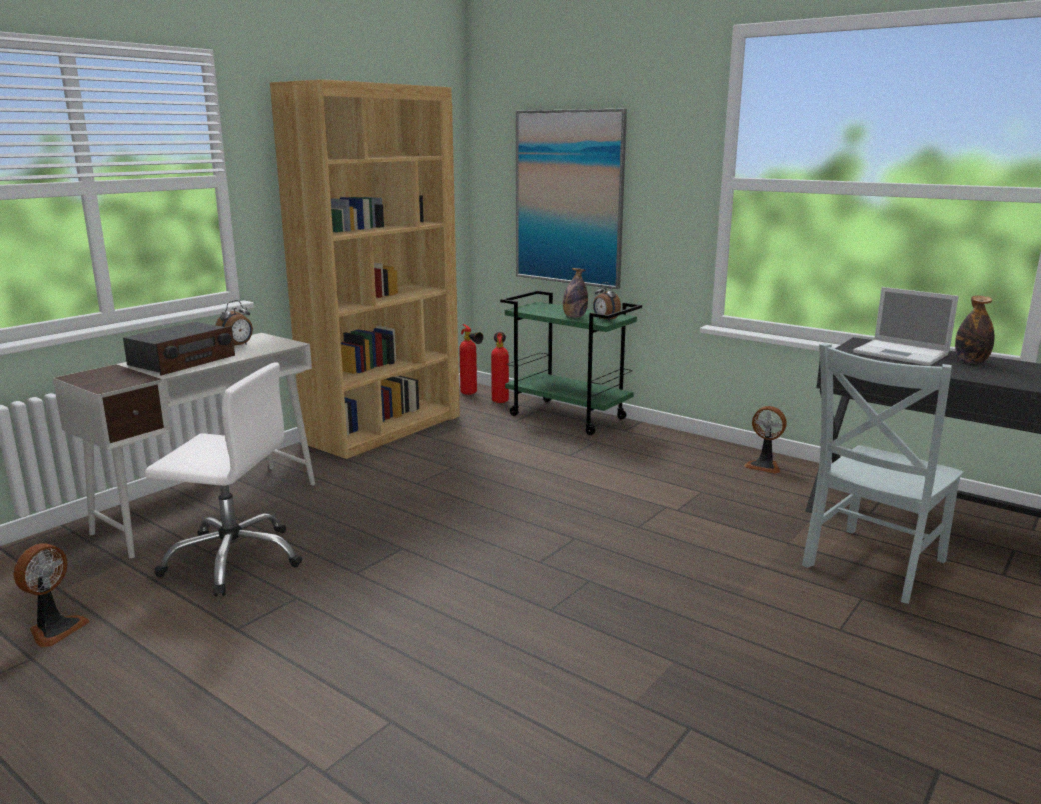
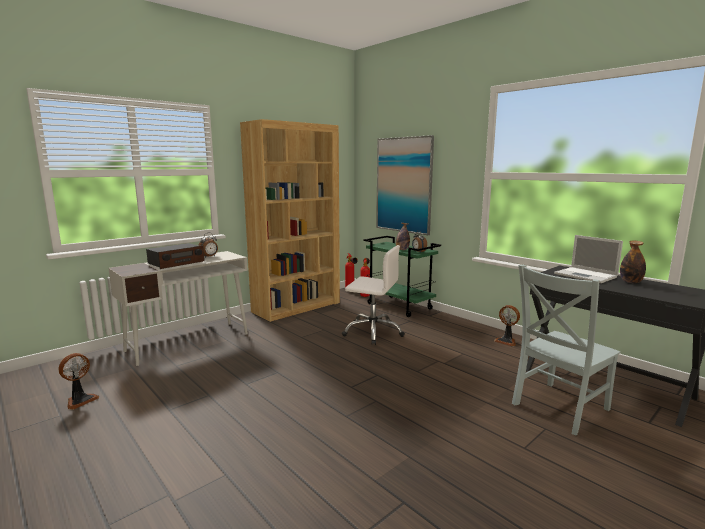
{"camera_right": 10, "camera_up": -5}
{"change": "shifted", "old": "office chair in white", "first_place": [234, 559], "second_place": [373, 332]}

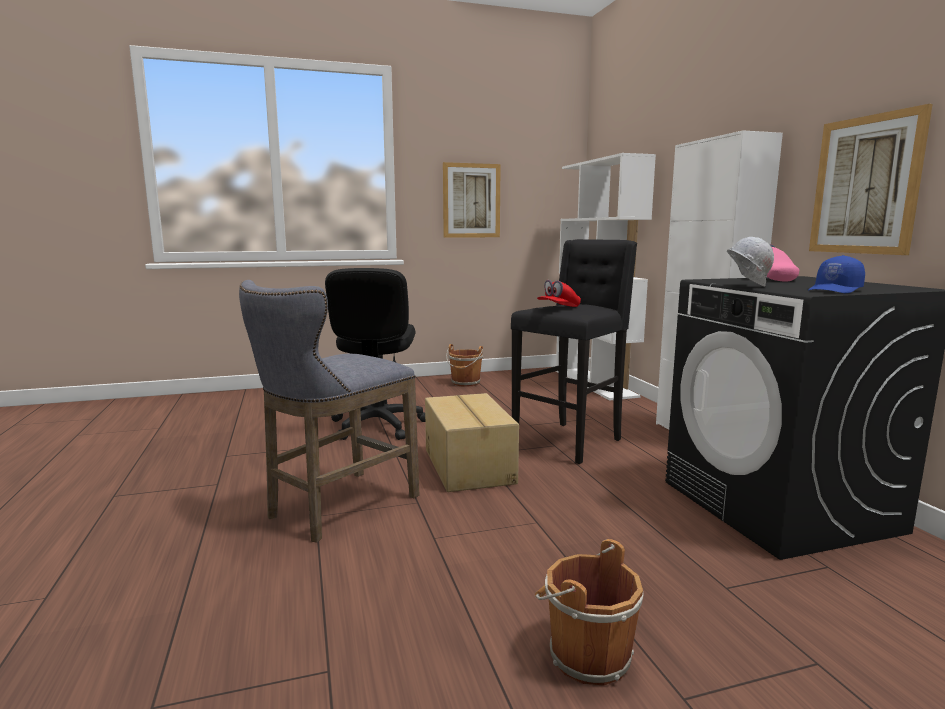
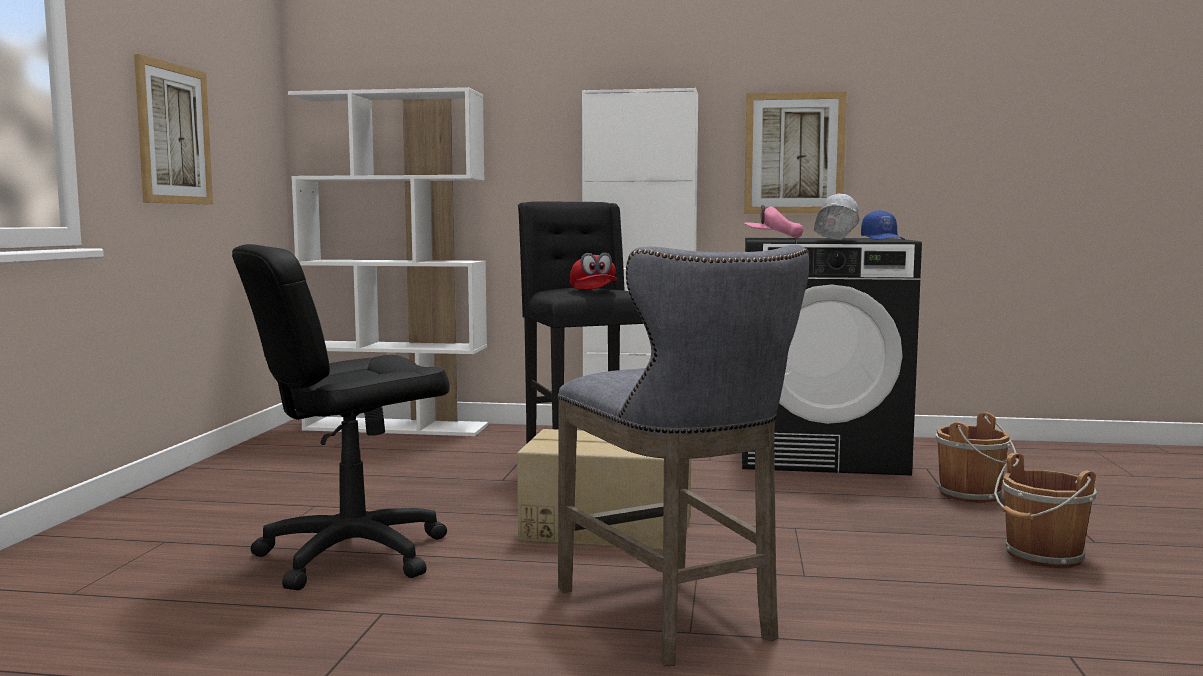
{"camera_right": -65, "camera_up": -5}
{"change": "rotated", "old": "office chair in black", "first_place": [377, 425], "second_place": [352, 555], "degrees": 120}
{"change": "shifted", "old": "water bucket in brownish", "first_place": [465, 383], "second_place": [972, 495]}

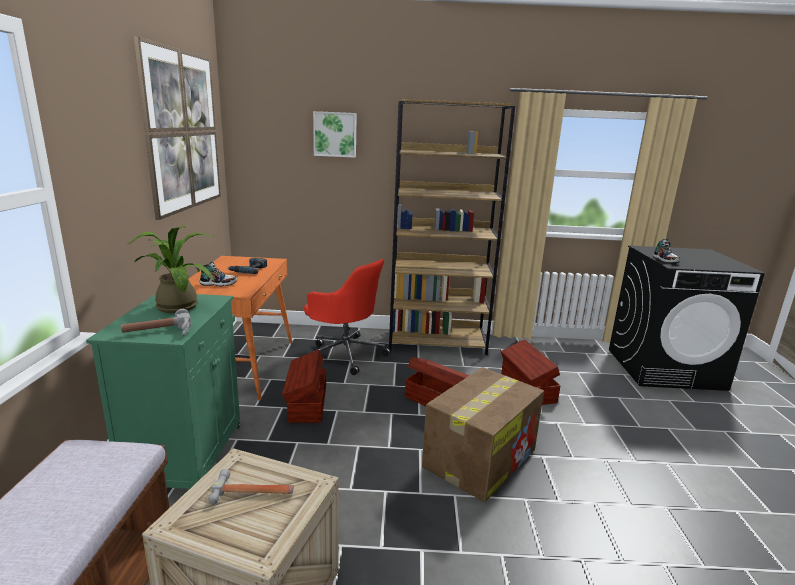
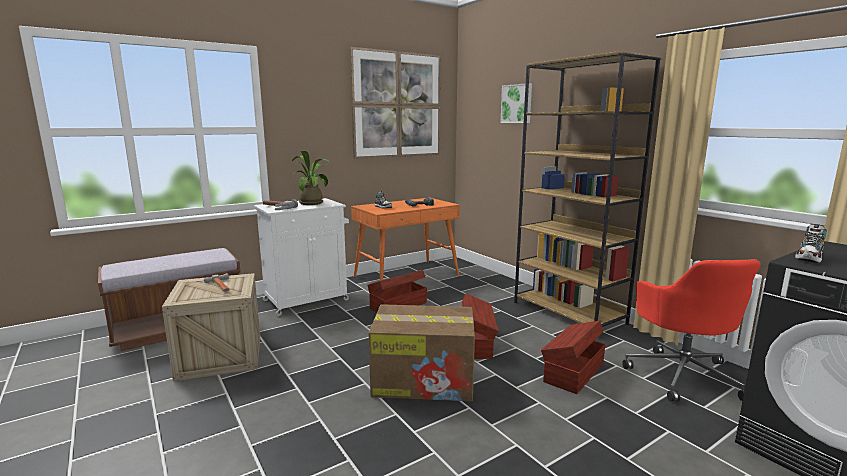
{"camera_right": 55, "camera_up": -5}
{"change": "repainted", "old": "cupboard in green", "new": "cupboard in white", "first_place": [187, 456], "second_place": [307, 300]}
{"change": "shifted", "old": "office chair in red-coloured", "first_place": [345, 354], "second_place": [682, 374]}

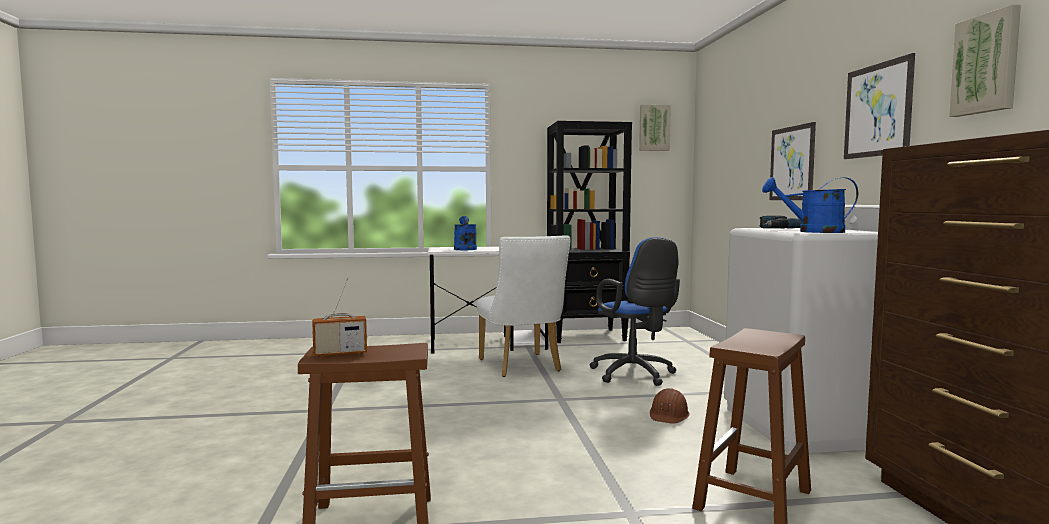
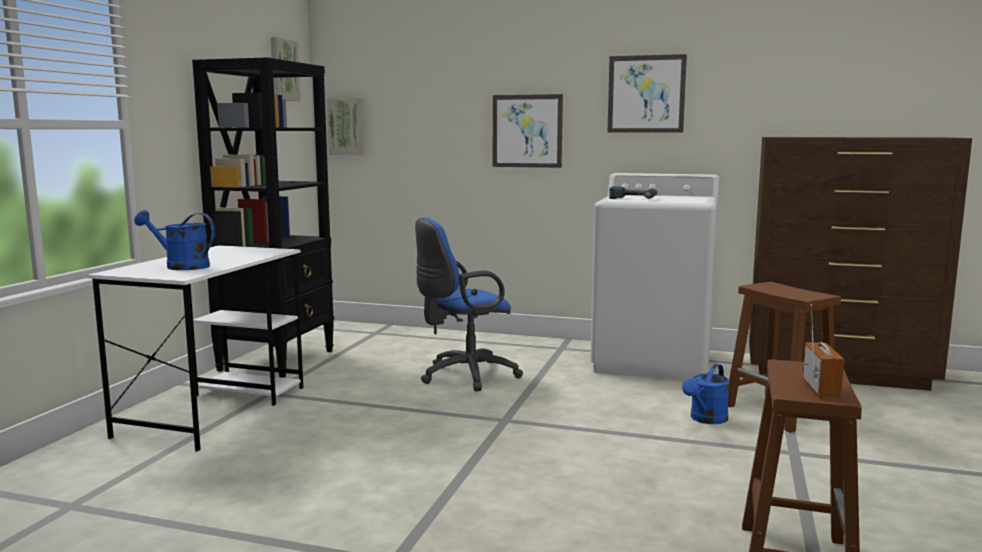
{"camera_right": -65, "camera_up": 5}
{"change": "gone", "old": "plain chair in white", "first_place": [522, 367]}
{"change": "rotated", "old": "office chair in blue", "first_place": [635, 375], "second_place": [464, 376], "degrees": 150}
{"change": "gone", "old": "hard hat in brownish", "first_place": [669, 414]}
{"change": "shifted", "old": "watering can in blue", "first_place": [812, 232], "second_place": [706, 419]}
{"change": "shifted", "old": "wall art", "first_place": [987, 64], "second_place": [346, 126]}

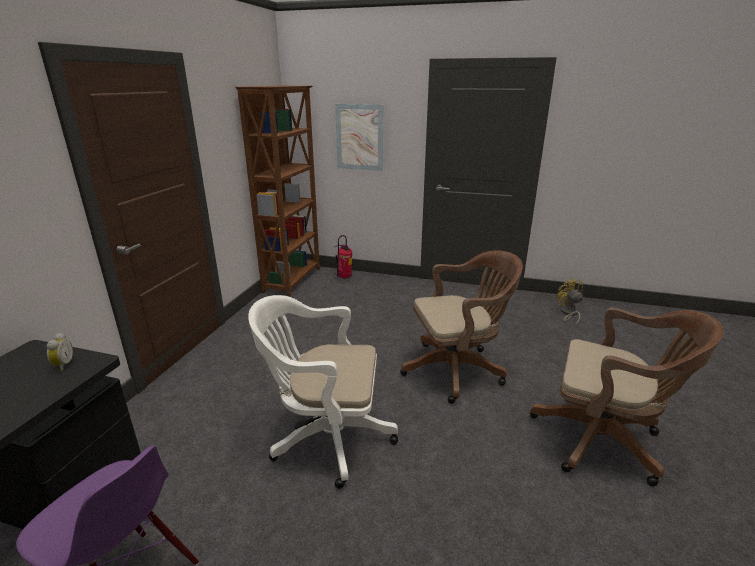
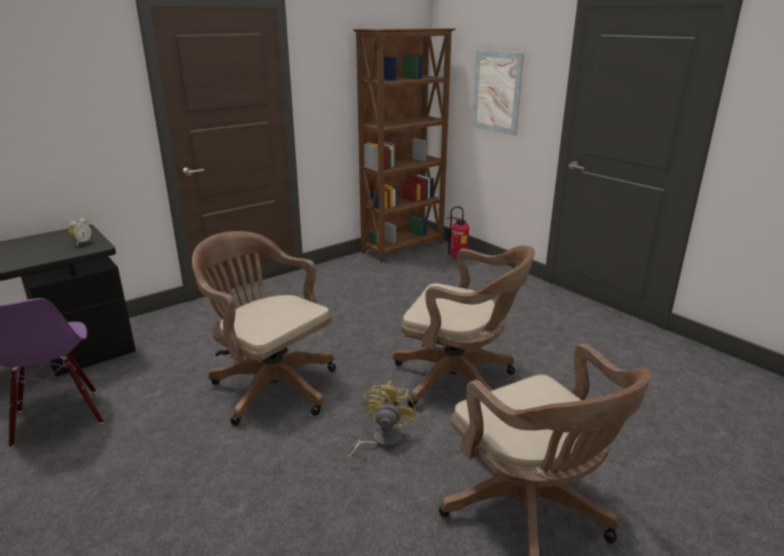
{"camera_right": 35, "camera_up": 0}
{"change": "repainted", "old": "office chair in white", "new": "office chair in brownish", "first_place": [326, 437], "second_place": [270, 385]}
{"change": "shifted", "old": "cooling fan in yellowish", "first_place": [568, 314], "second_place": [381, 441]}

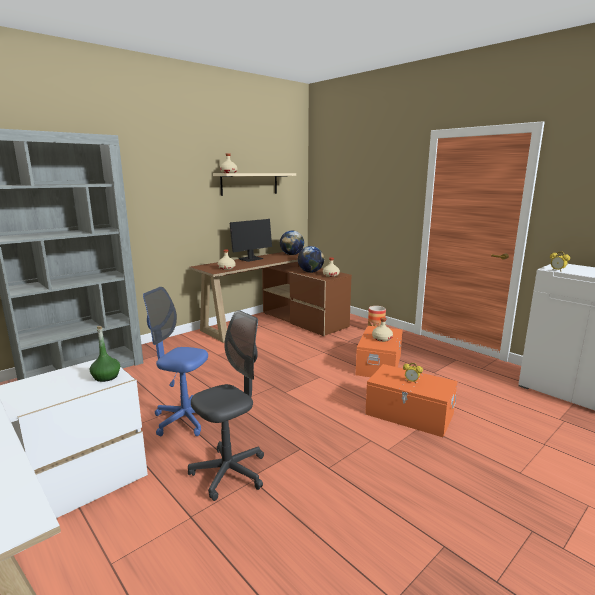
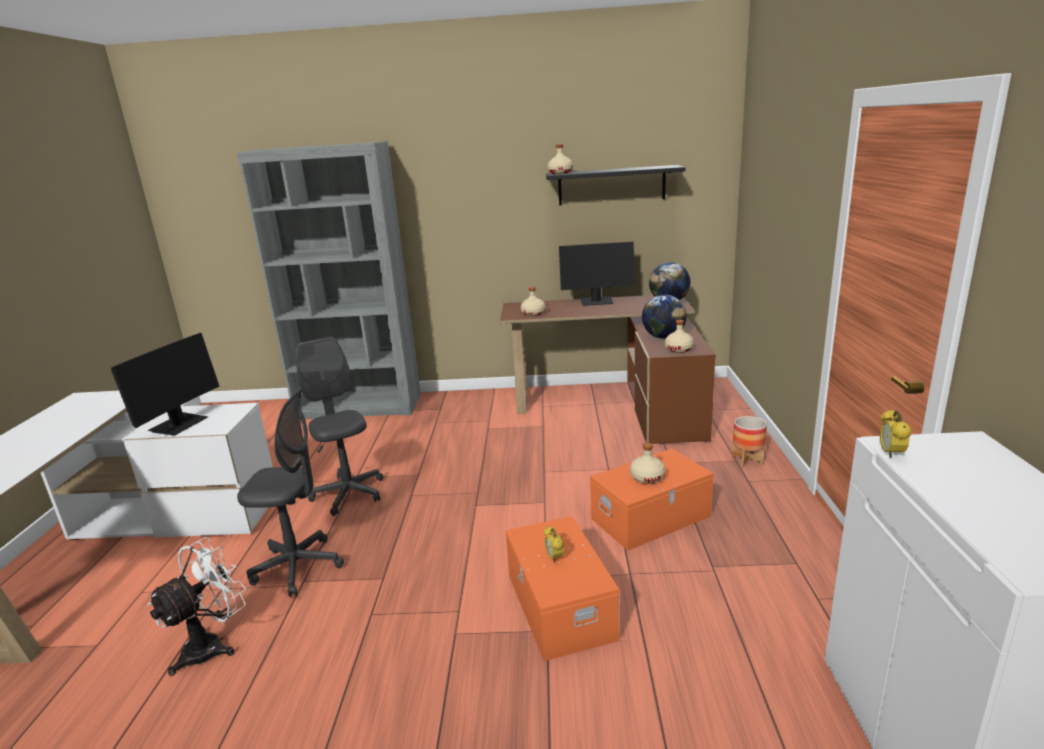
{"camera_right": 45, "camera_up": 5}
{"change": "gone", "old": "bottle in green", "first_place": [106, 377]}
{"change": "repainted", "old": "office chair in blue", "new": "office chair in greyish", "first_place": [184, 420], "second_place": [349, 494]}
{"change": "repainted", "old": "wall shelf in sand-coloured", "new": "wall shelf in black", "first_place": [249, 184], "second_place": [611, 185]}
{"change": "new", "new": "computer screen", "second_place": [179, 425]}
{"change": "new", "new": "cooling fan in white", "second_place": [212, 645]}

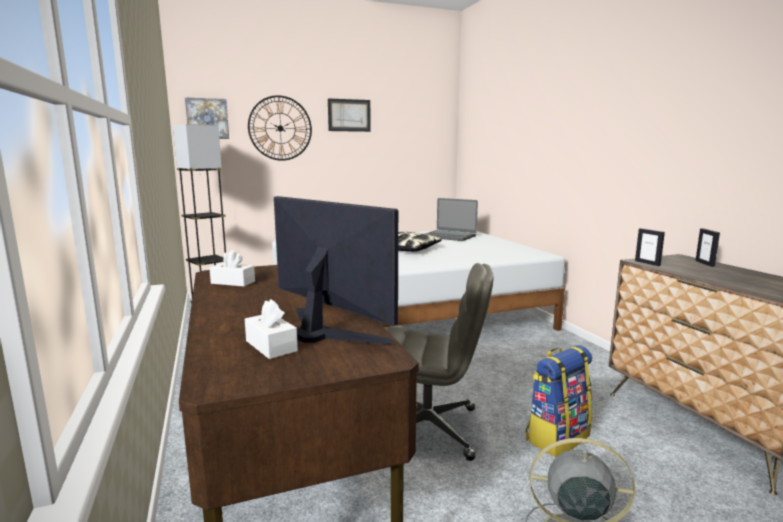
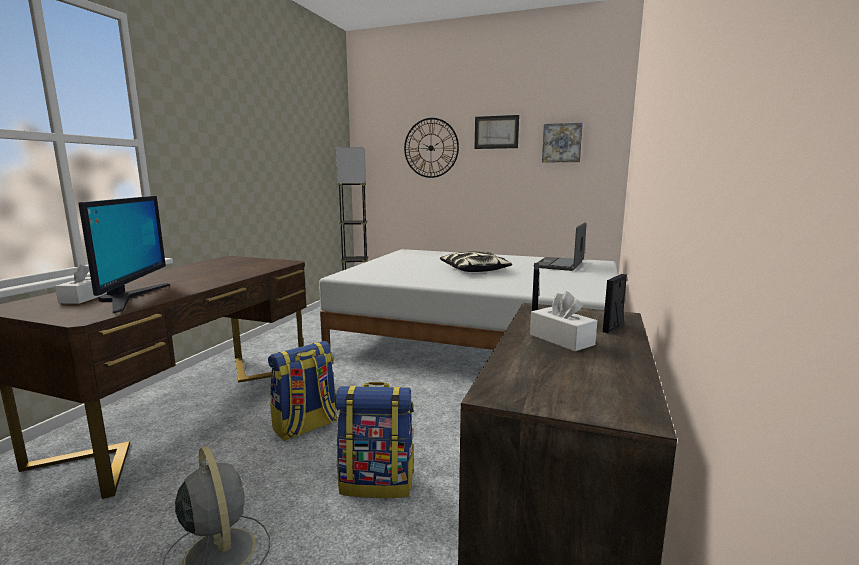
{"camera_right": 40, "camera_up": 0}
{"change": "shifted", "old": "wall art", "first_place": [207, 118], "second_place": [562, 143]}
{"change": "shifted", "old": "tissue box in white", "first_place": [233, 282], "second_place": [561, 339]}
{"change": "swapped", "old": "office chair in greyish", "new": "backpack", "first_place": [429, 428], "second_place": [305, 427]}
{"change": "rotated", "old": "portable computer", "first_place": [449, 236], "second_place": [560, 265], "degrees": 45}

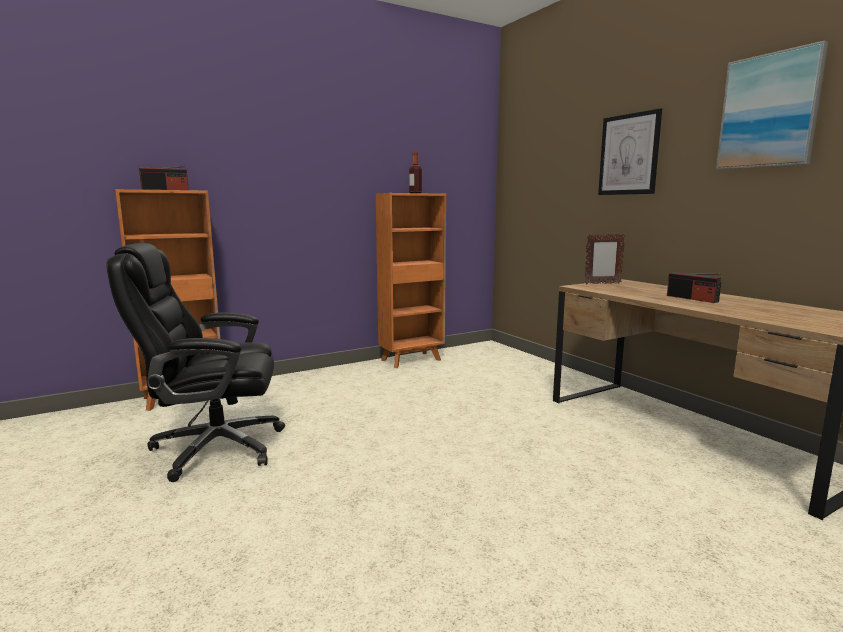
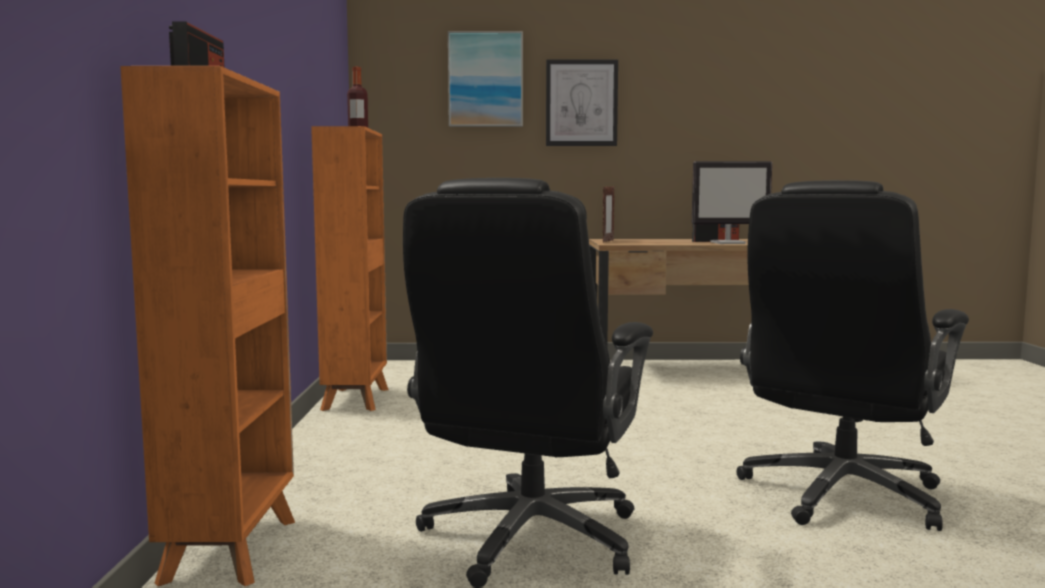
{"camera_right": -60, "camera_up": -5}
{"change": "shifted", "old": "wall art", "first_place": [769, 111], "second_place": [485, 79]}
{"change": "new", "new": "computer screen", "second_place": [728, 243]}
{"change": "new", "new": "office chair in black", "second_place": [841, 496]}

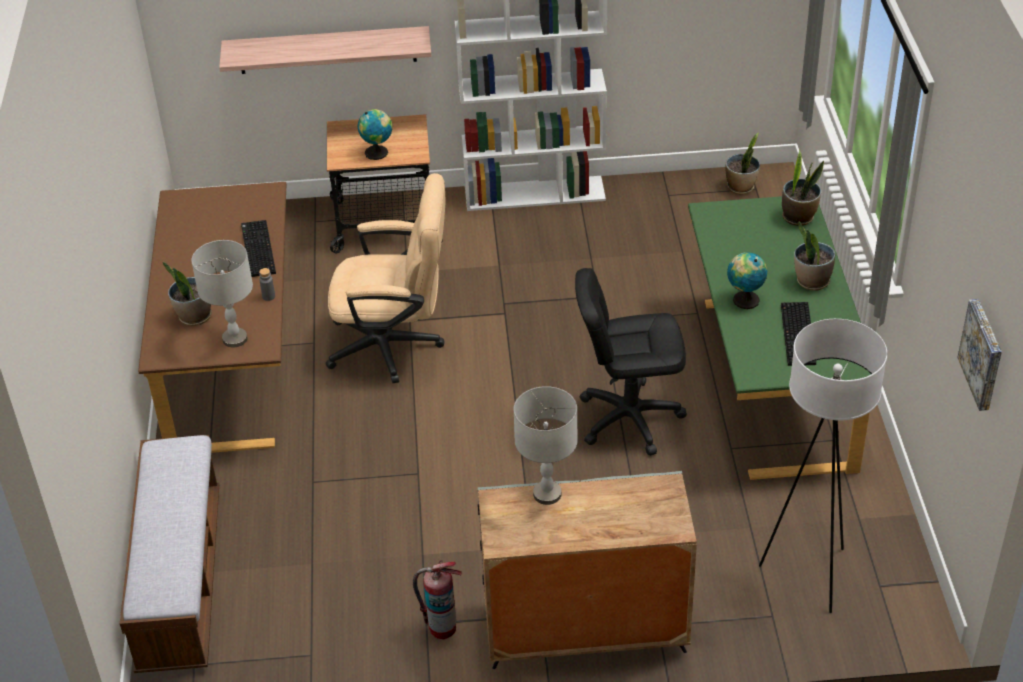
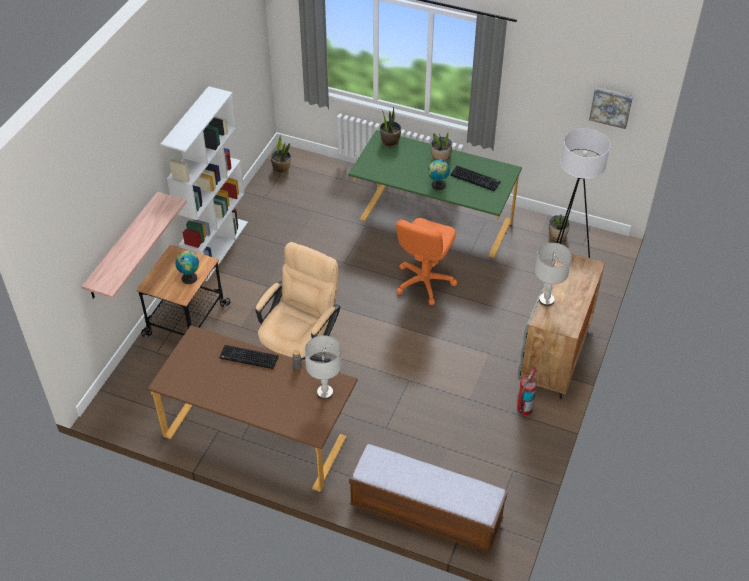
{"camera_right": -65, "camera_up": 5}
{"change": "shifted", "old": "houseplant", "first_place": [194, 316], "second_place": [557, 236]}
{"change": "repainted", "old": "office chair in black", "new": "office chair in orangey", "first_place": [629, 418], "second_place": [424, 282]}

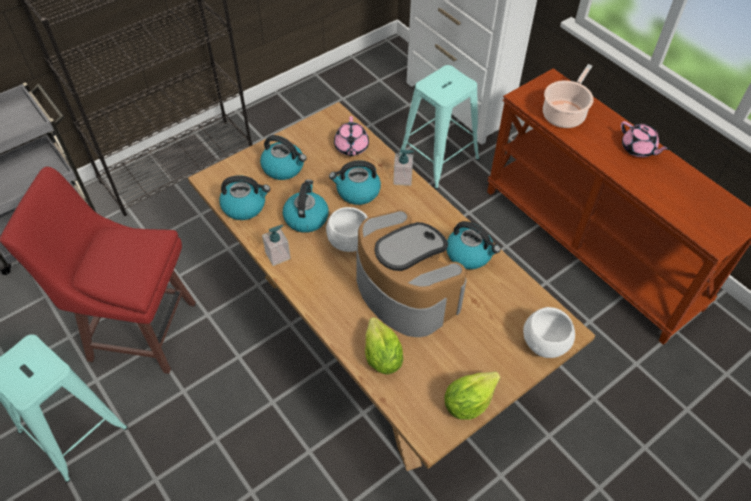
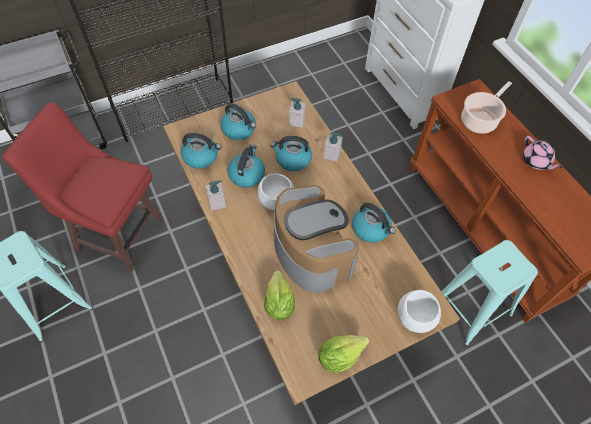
{"camera_right": 10, "camera_up": 5}
{"change": "swapped", "old": "pot for tea in pink", "new": "liquid soap bottle", "first_place": [351, 147], "second_place": [296, 121]}
{"change": "shifted", "old": "stool seat in blue-green", "first_place": [438, 159], "second_place": [471, 308]}

